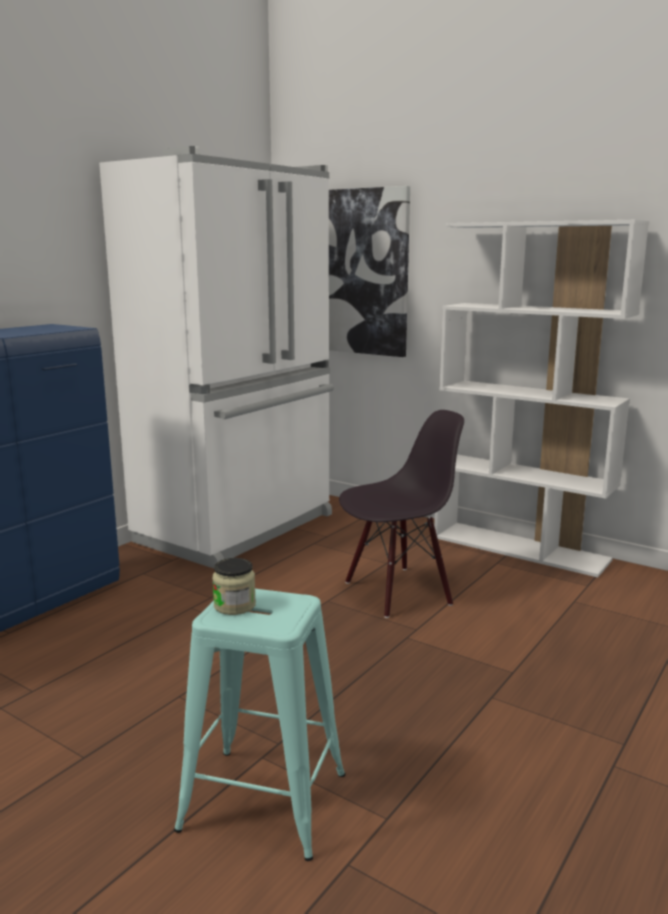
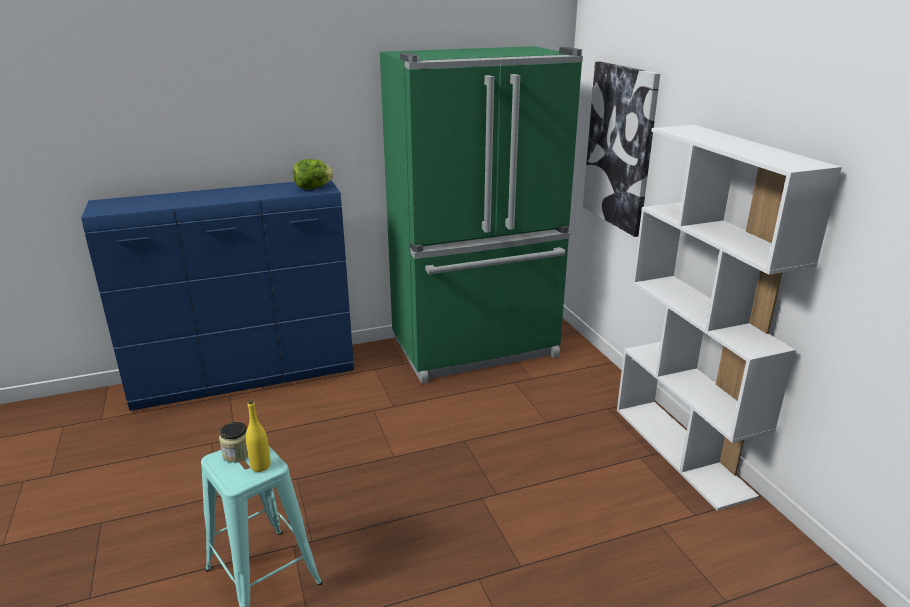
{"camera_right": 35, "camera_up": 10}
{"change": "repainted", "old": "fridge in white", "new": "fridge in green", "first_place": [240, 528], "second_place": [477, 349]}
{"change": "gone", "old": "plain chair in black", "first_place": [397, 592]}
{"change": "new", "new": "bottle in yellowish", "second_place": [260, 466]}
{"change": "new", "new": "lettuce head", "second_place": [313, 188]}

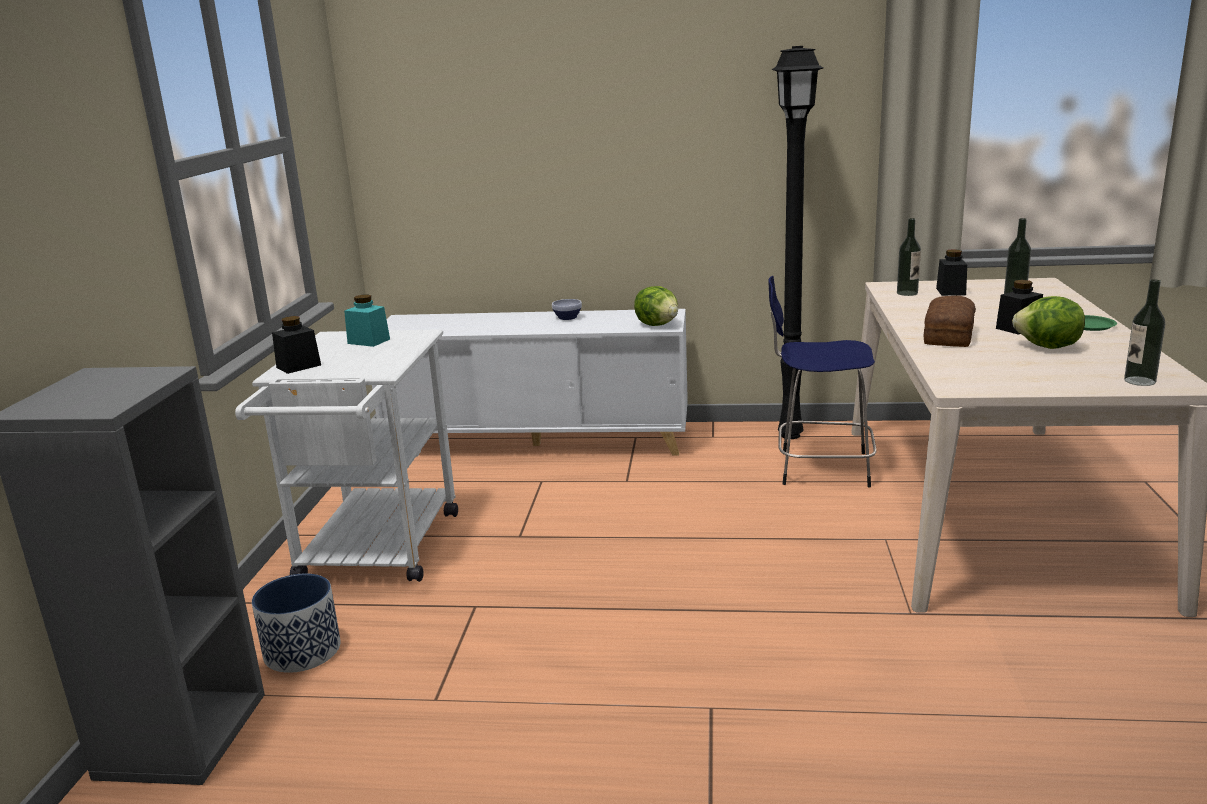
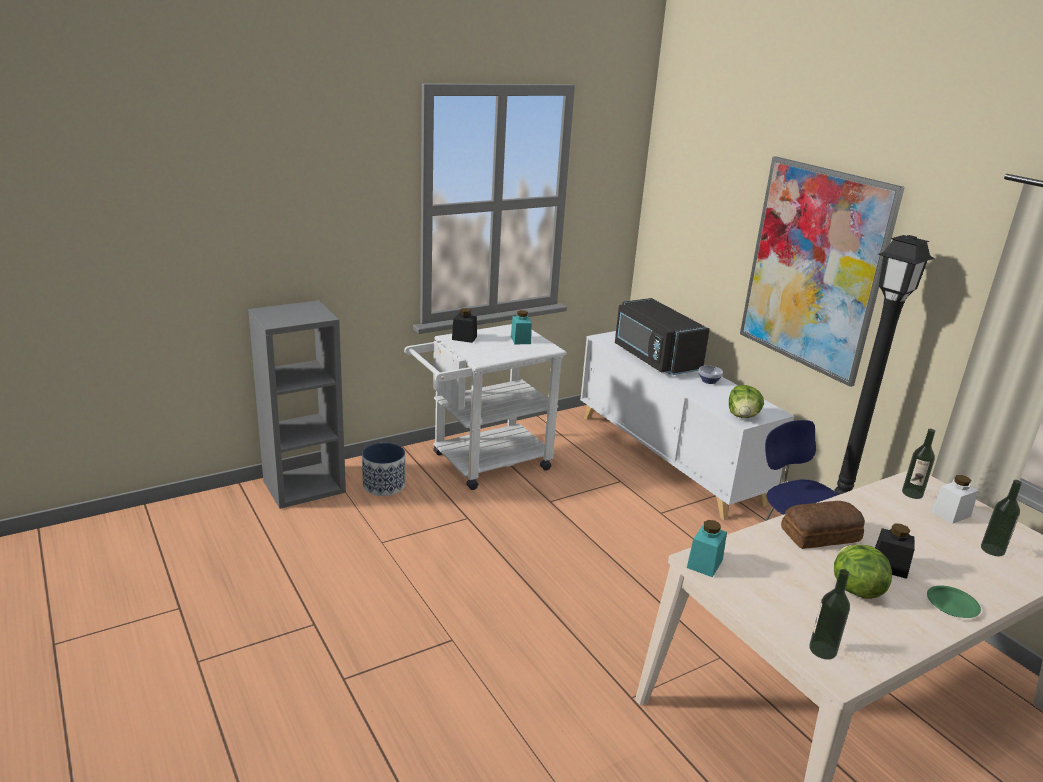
{"camera_right": 50, "camera_up": 5}
{"change": "repainted", "old": "storage jar in black", "new": "storage jar in white", "first_place": [950, 291], "second_place": [951, 514]}
{"change": "new", "new": "microwave in black", "second_place": [654, 358]}
{"change": "new", "new": "storage jar in blue-green", "second_place": [704, 563]}
{"change": "new", "new": "wall art", "second_place": [814, 268]}

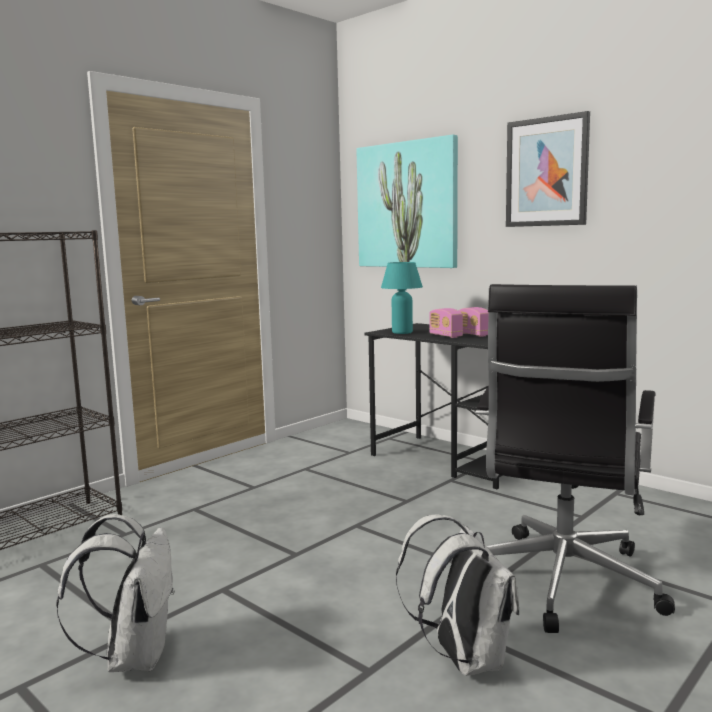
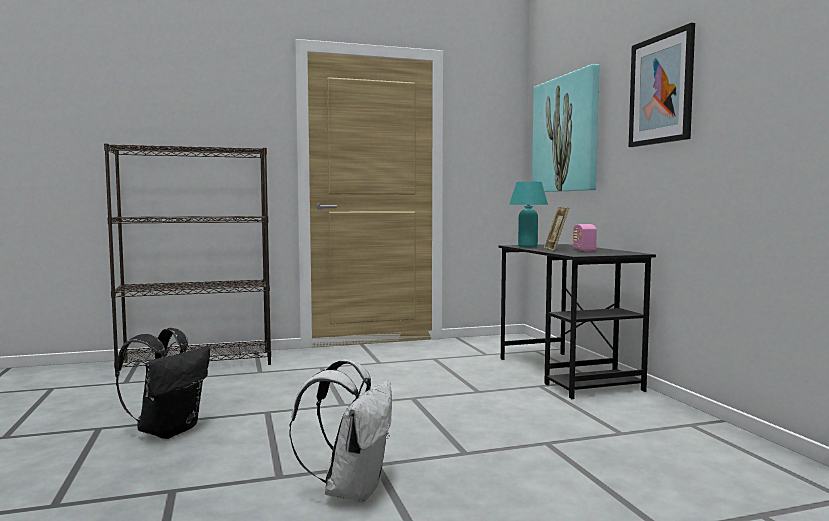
{"camera_right": 30, "camera_up": -5}
{"change": "repainted", "old": "backpack in white", "new": "backpack in black", "first_place": [134, 656], "second_place": [168, 430]}
{"change": "swapped", "old": "radio set", "new": "picture frame", "first_place": [445, 336], "second_place": [555, 249]}
{"change": "gone", "old": "office chair in black", "first_place": [561, 583]}

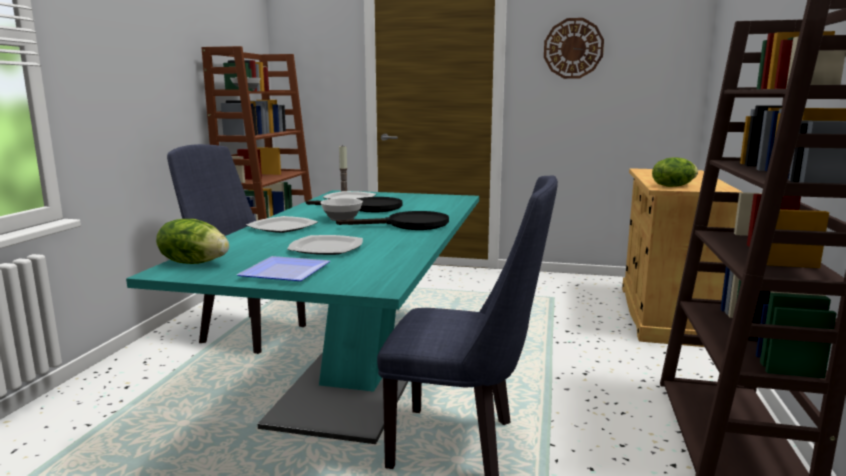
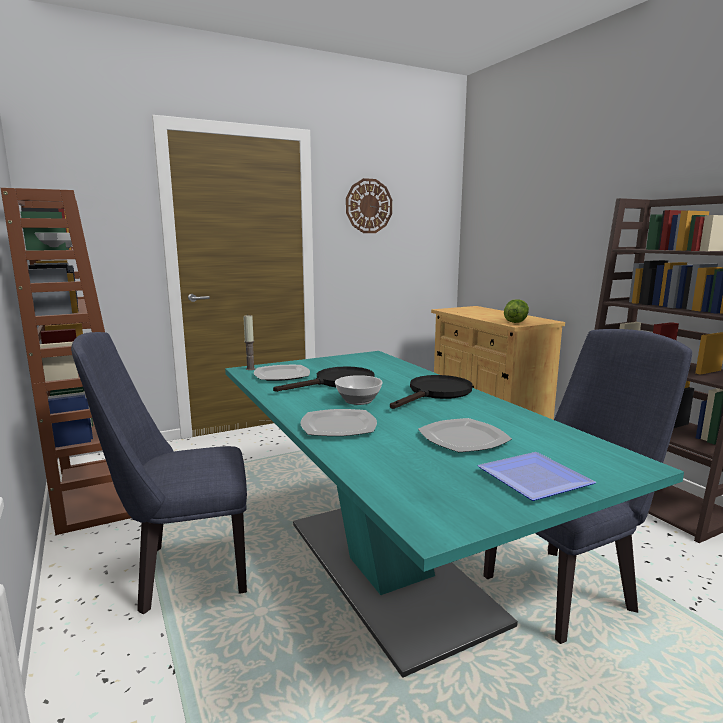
{"camera_right": -40, "camera_up": 0}
{"change": "gone", "old": "lettuce head", "first_place": [194, 262]}

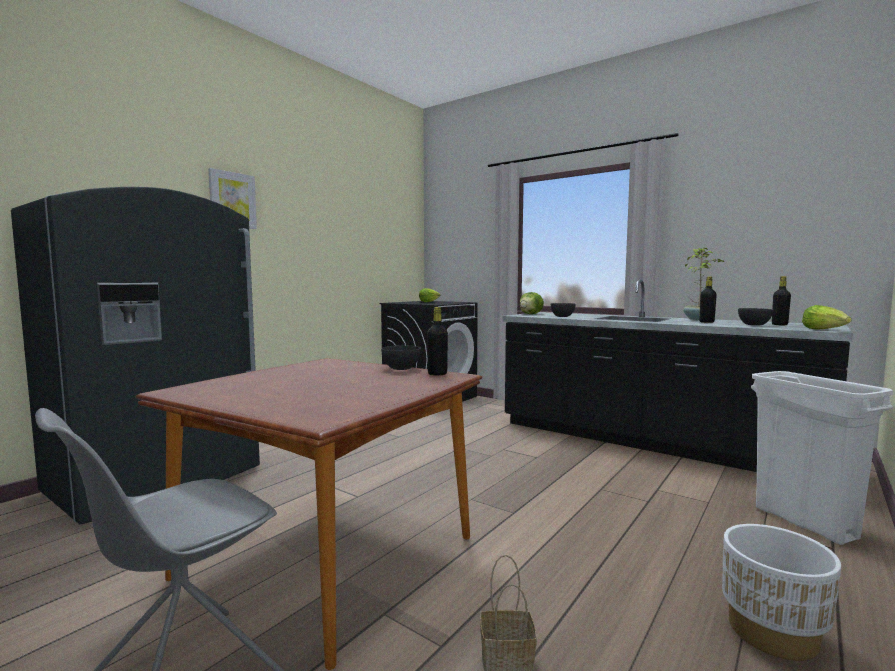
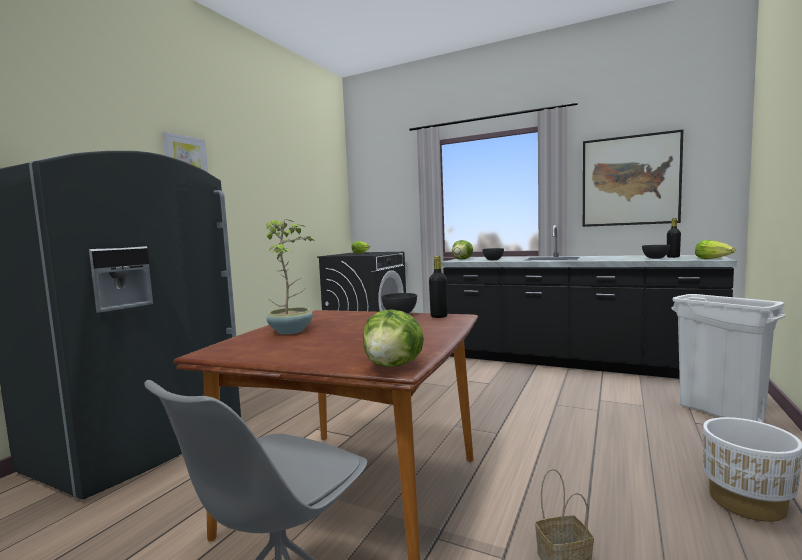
{"camera_right": -10, "camera_up": 0}
{"change": "shifted", "old": "houseplant", "first_place": [699, 319], "second_place": [292, 331]}
{"change": "gone", "old": "bottle in black", "first_place": [706, 322]}
{"change": "new", "new": "lettuce head", "second_place": [394, 366]}
{"change": "new", "new": "wall art", "second_place": [630, 181]}

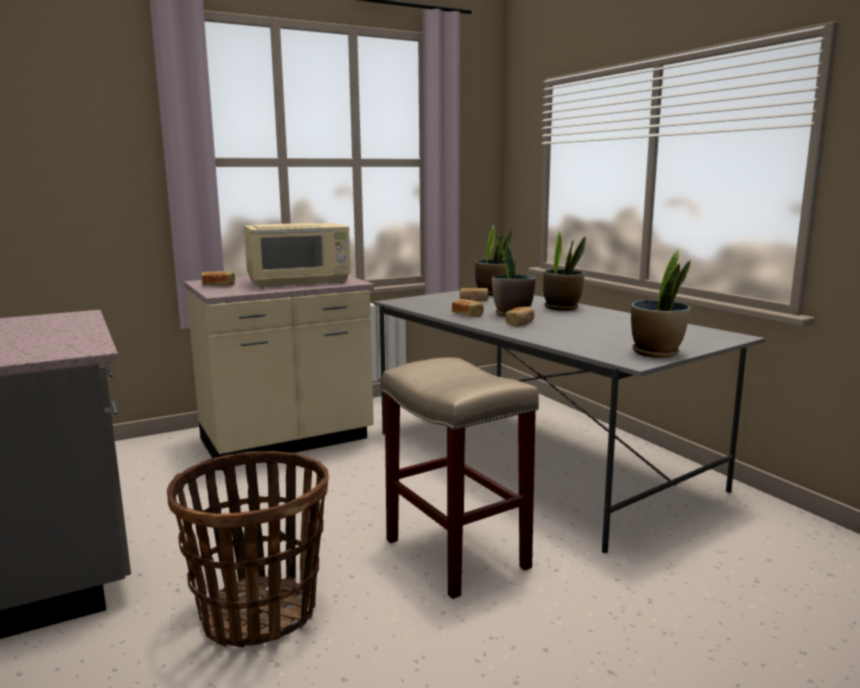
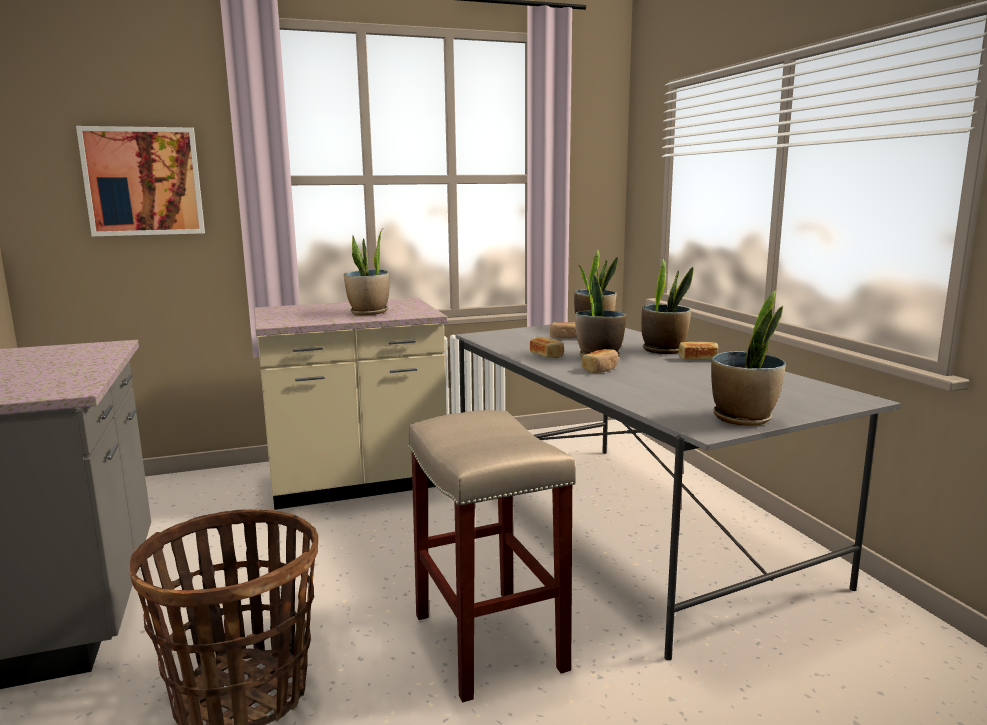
{"camera_right": 10, "camera_up": 0}
{"change": "shifted", "old": "baked bread", "first_place": [218, 285], "second_place": [698, 359]}
{"change": "swapped", "old": "microwave in sand-coloured", "new": "houseplant", "first_place": [300, 282], "second_place": [369, 313]}
{"change": "new", "new": "wall art", "second_place": [143, 181]}

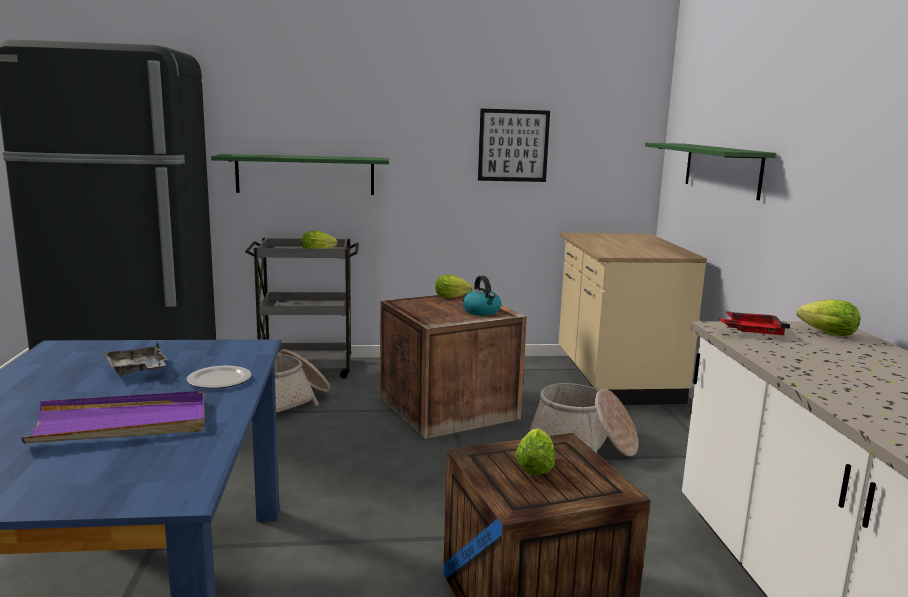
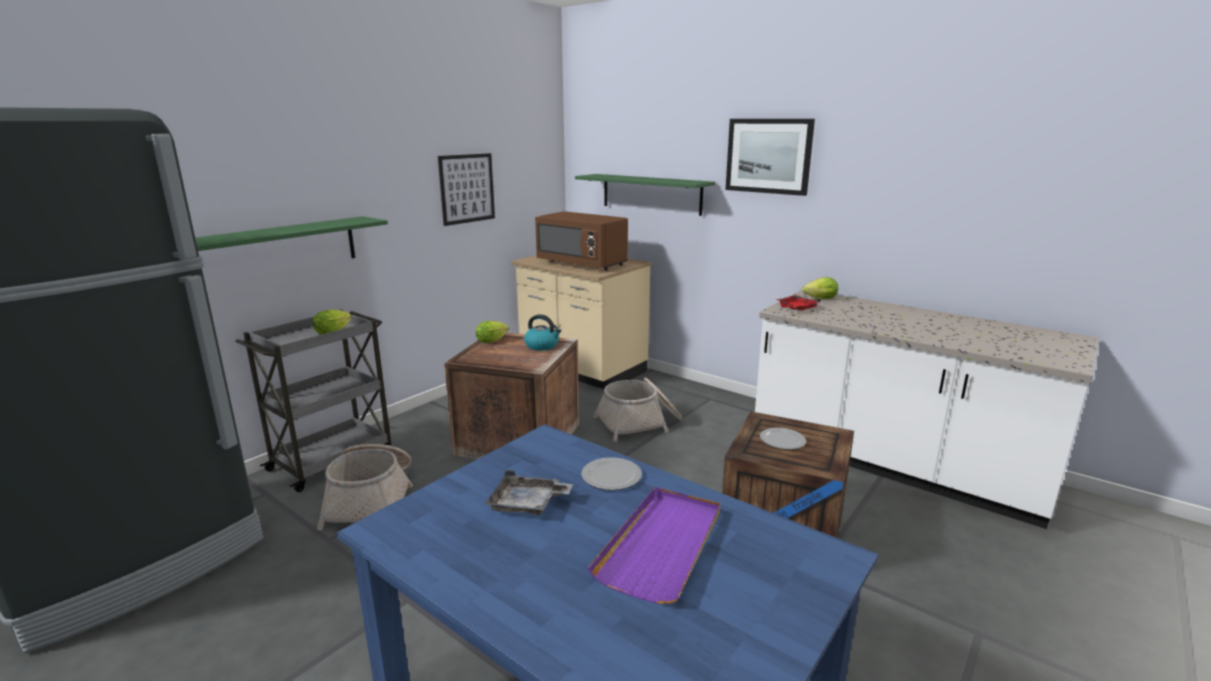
{"camera_right": -45, "camera_up": 5}
{"change": "swapped", "old": "lettuce head", "new": "plate", "first_place": [535, 466], "second_place": [782, 441]}
{"change": "new", "new": "microwave in brownish", "second_place": [582, 263]}
{"change": "new", "new": "wall art", "second_place": [768, 156]}

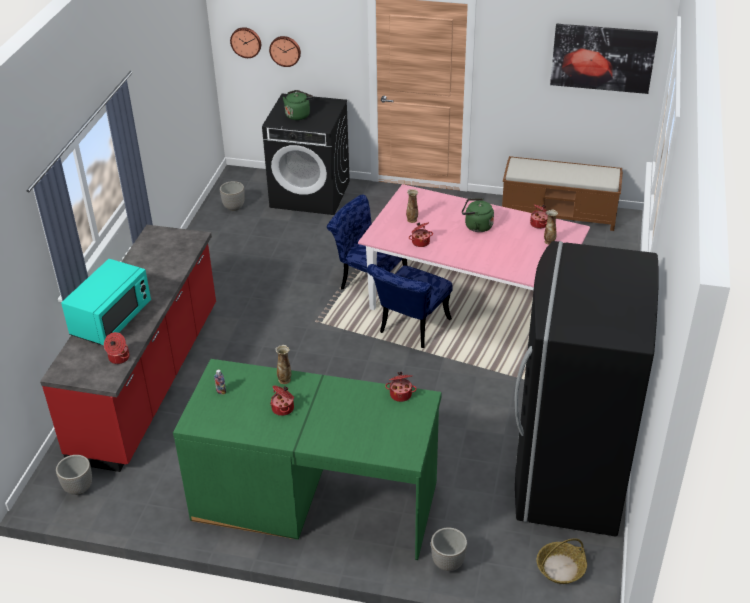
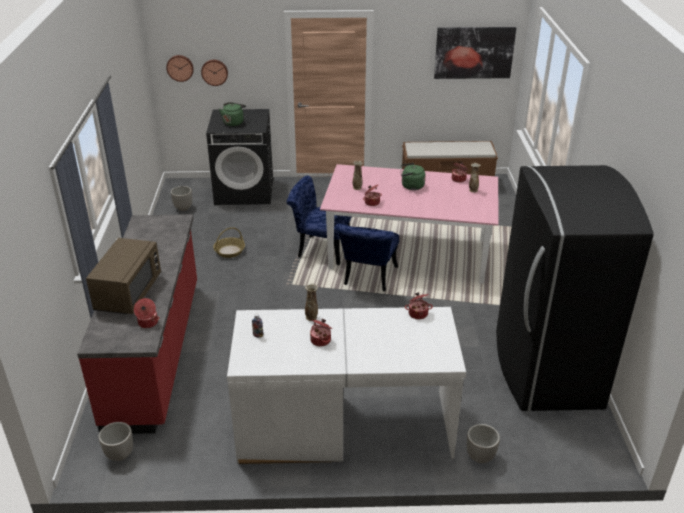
{"camera_right": -15, "camera_up": -5}
{"change": "repainted", "old": "microwave in blue-green", "new": "microwave in brownish", "first_place": [111, 320], "second_place": [128, 293]}
{"change": "repainted", "old": "desk unit in green", "new": "desk unit in white", "first_place": [316, 499], "second_place": [344, 424]}
{"change": "shifted", "old": "basket", "first_place": [560, 568], "second_place": [229, 251]}

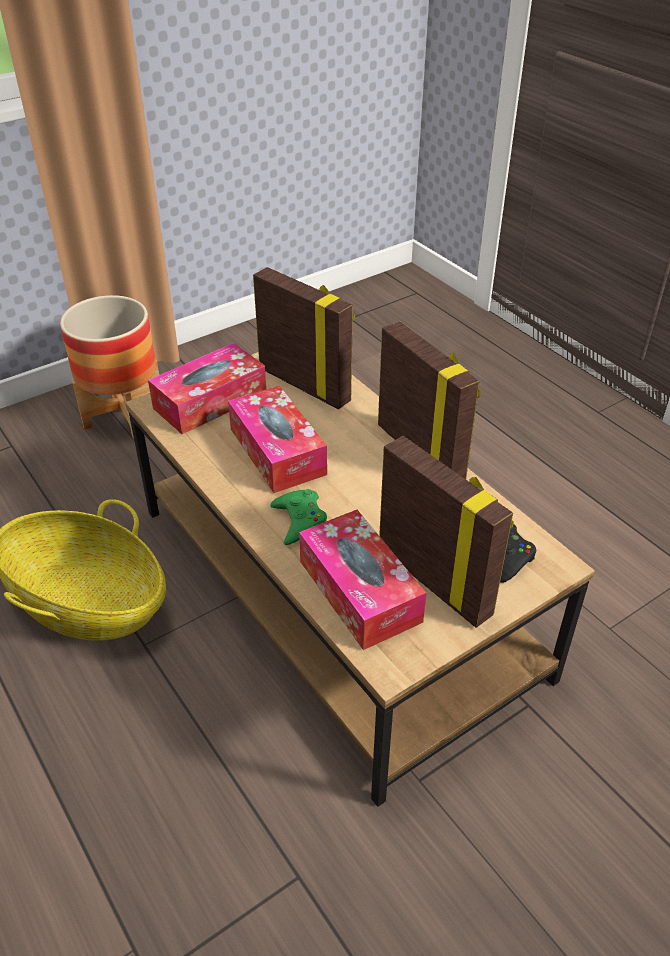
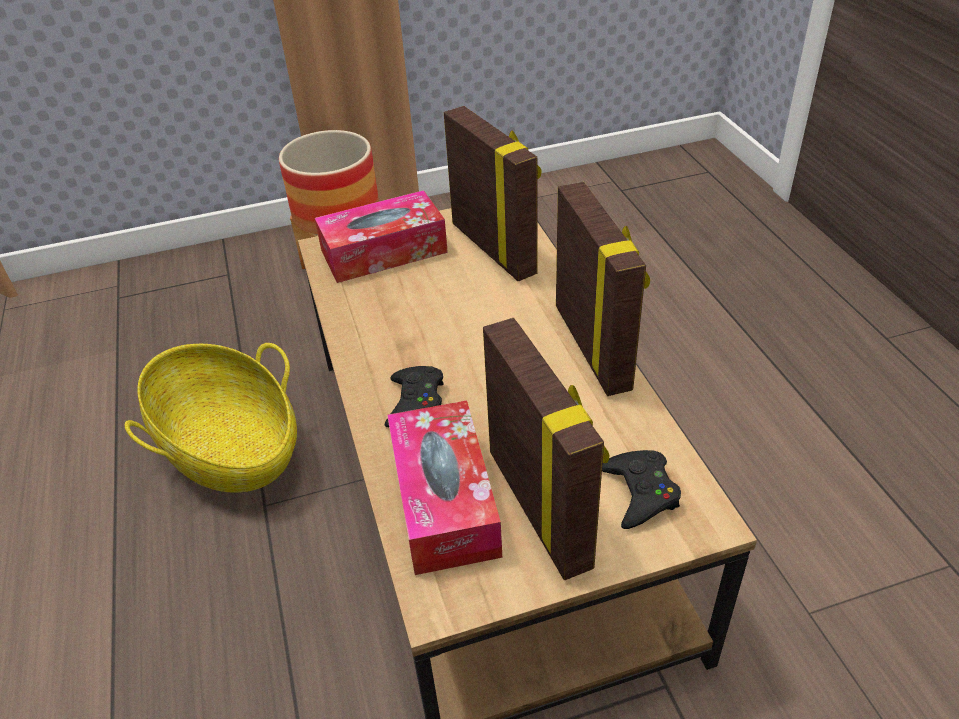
{"camera_right": 20, "camera_up": 0}
{"change": "gone", "old": "tissue box", "first_place": [277, 451]}
{"change": "repainted", "old": "gamepad in green", "new": "gamepad in black", "first_place": [299, 520], "second_place": [415, 402]}

